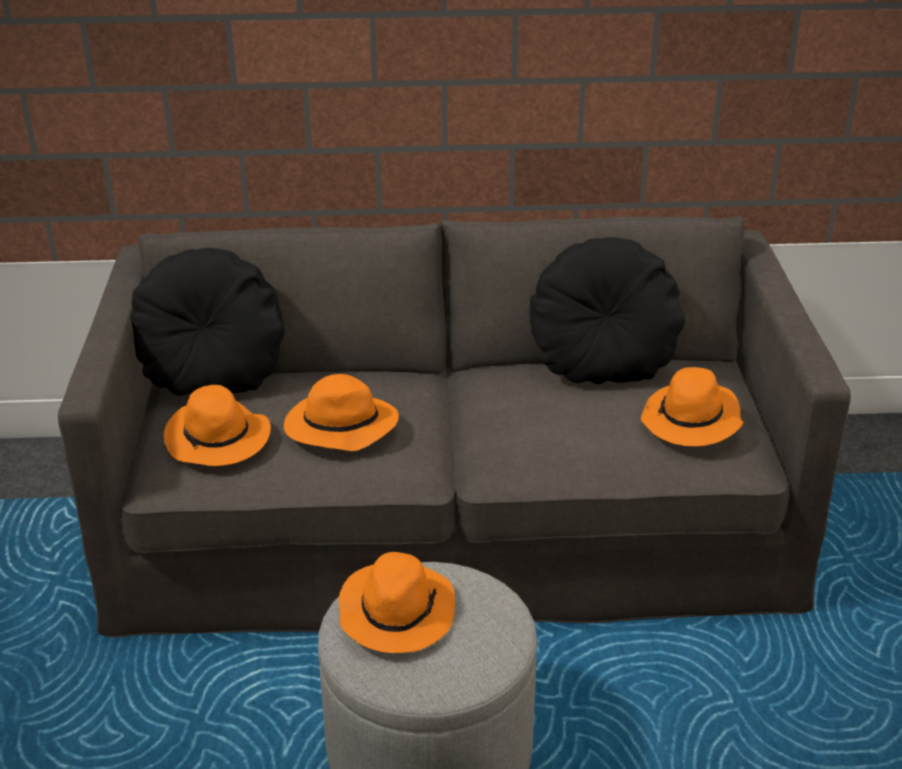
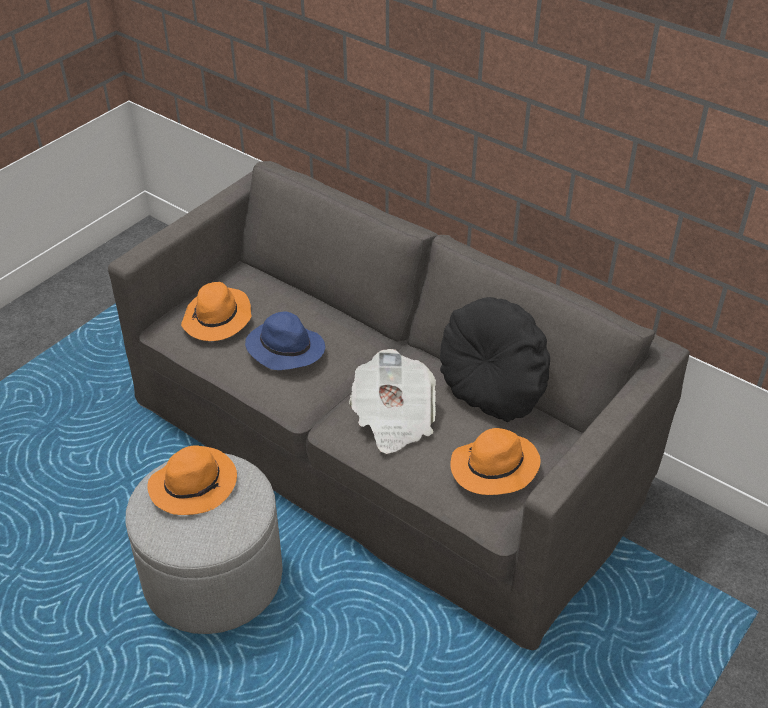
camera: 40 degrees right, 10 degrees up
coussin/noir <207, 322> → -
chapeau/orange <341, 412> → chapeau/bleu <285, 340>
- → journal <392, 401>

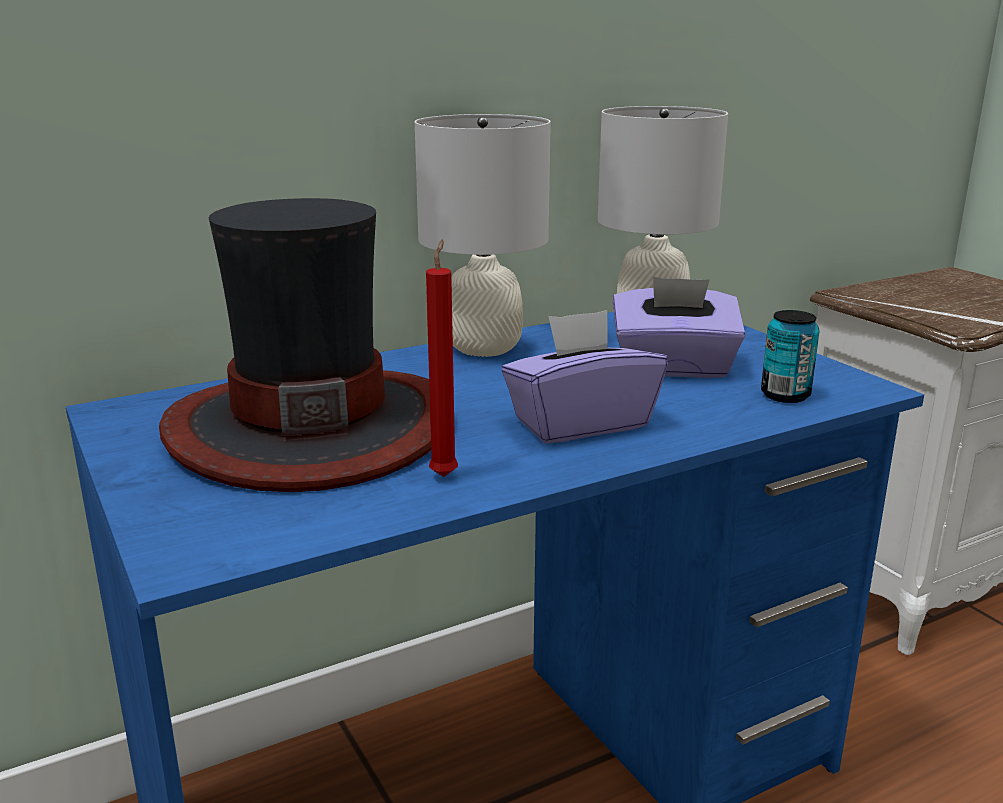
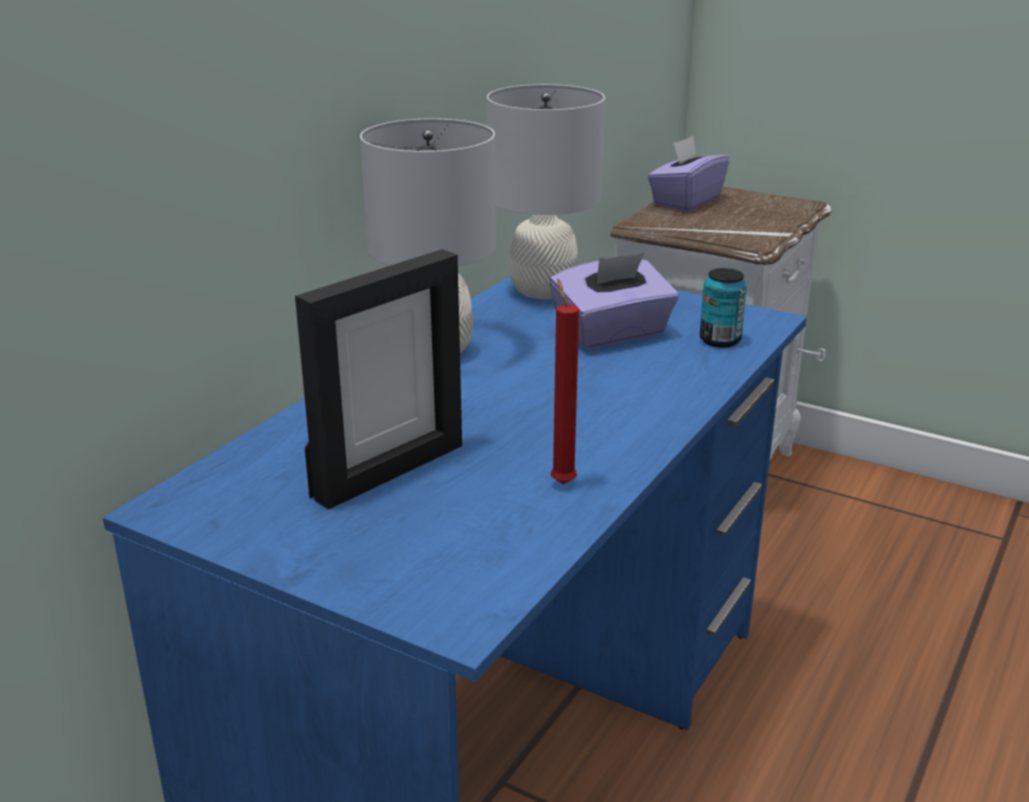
camera: 30 degrees left, 5 degrees up
chapeau <295, 345> → cadre photo <378, 379>
boîte à mouchoirs/violet <585, 376> → boîte à mouchoirs/violet <688, 174>, move

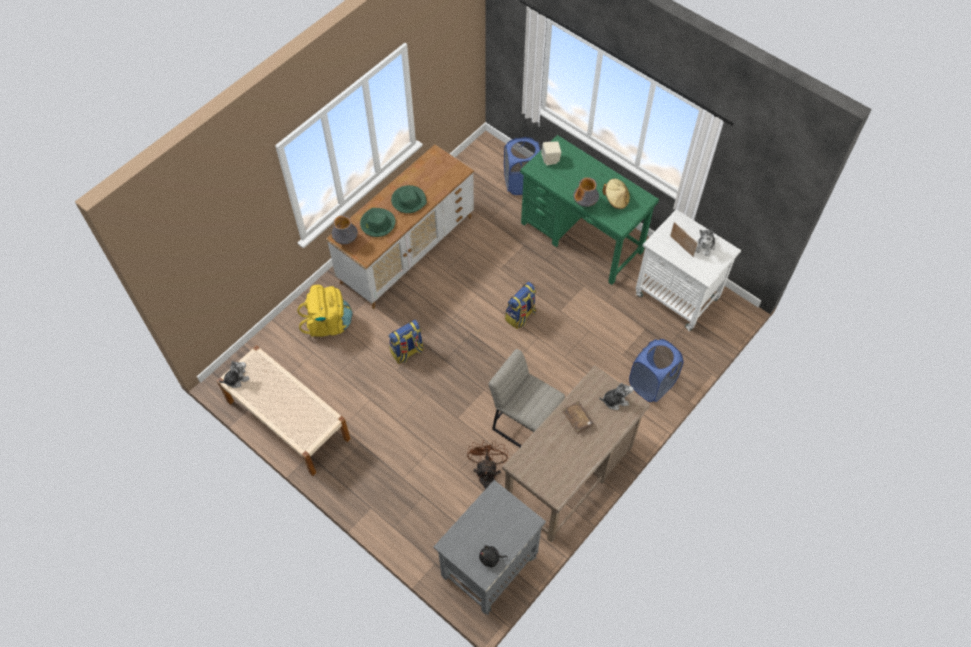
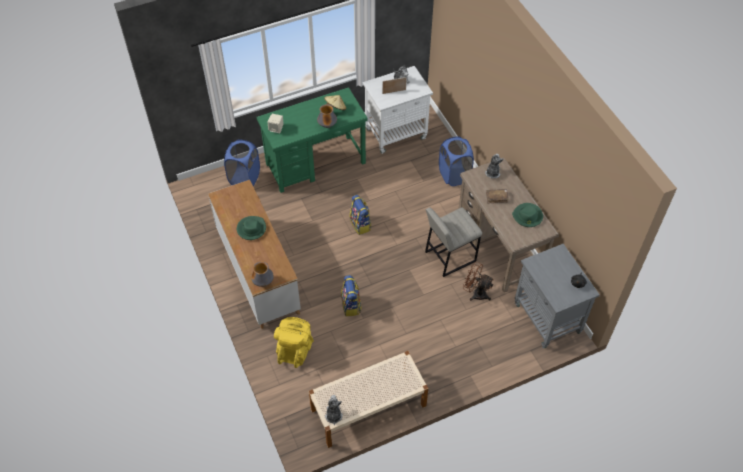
camera: 65 degrees left, 5 degrees down
chapeau/vert <378, 222> → chapeau/vert <527, 215>, move

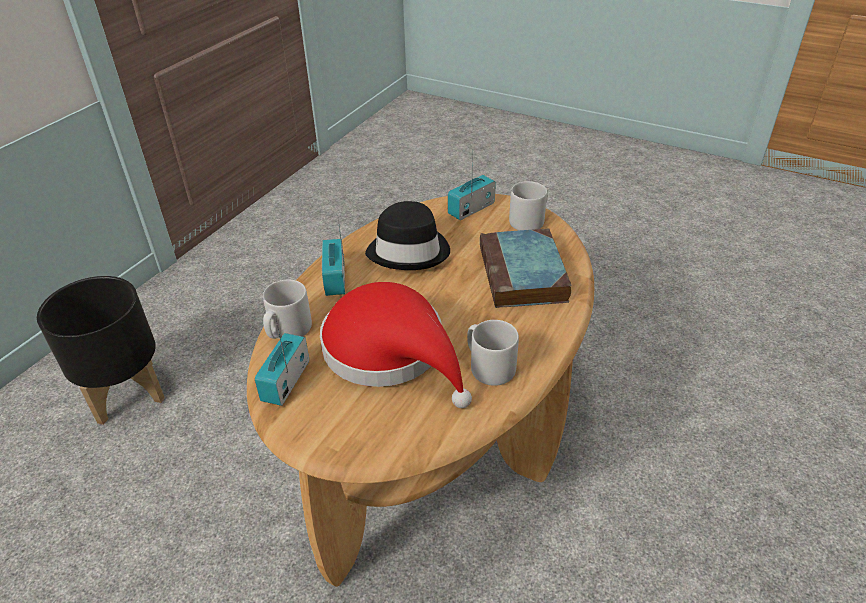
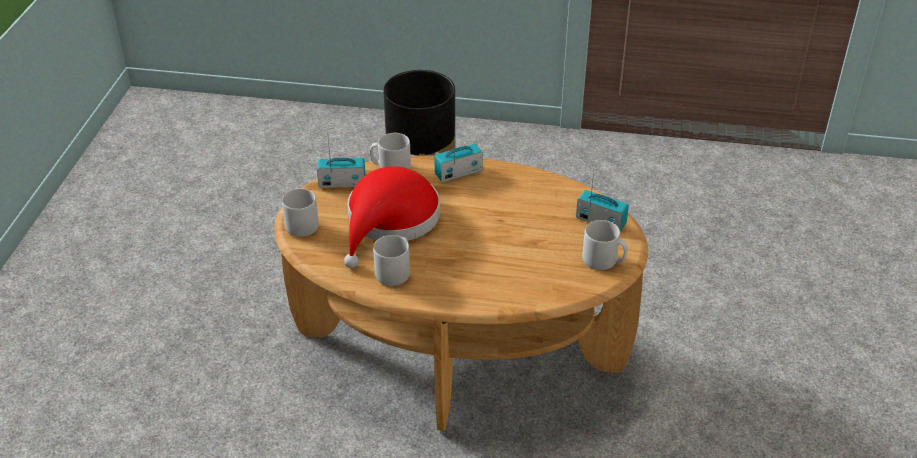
camera: 70 degrees right, 0 degrees up
chapeau/noir <407, 235> → -
livre <526, 268> → -
- → mug/gris <300, 213>

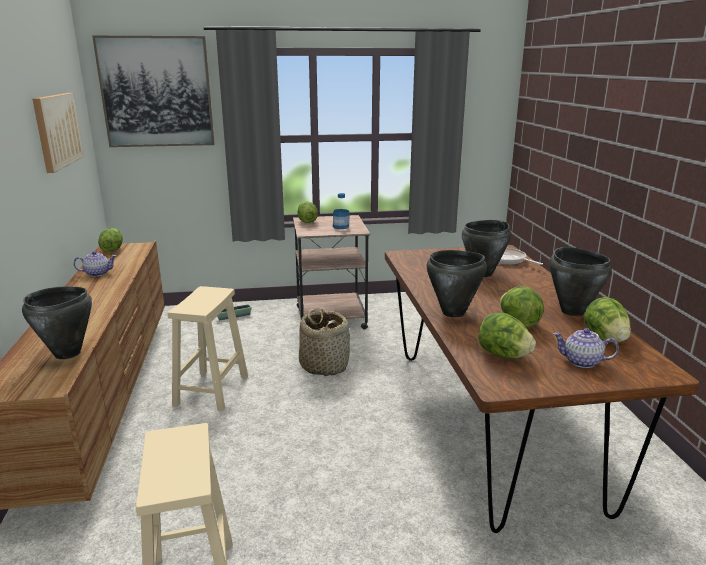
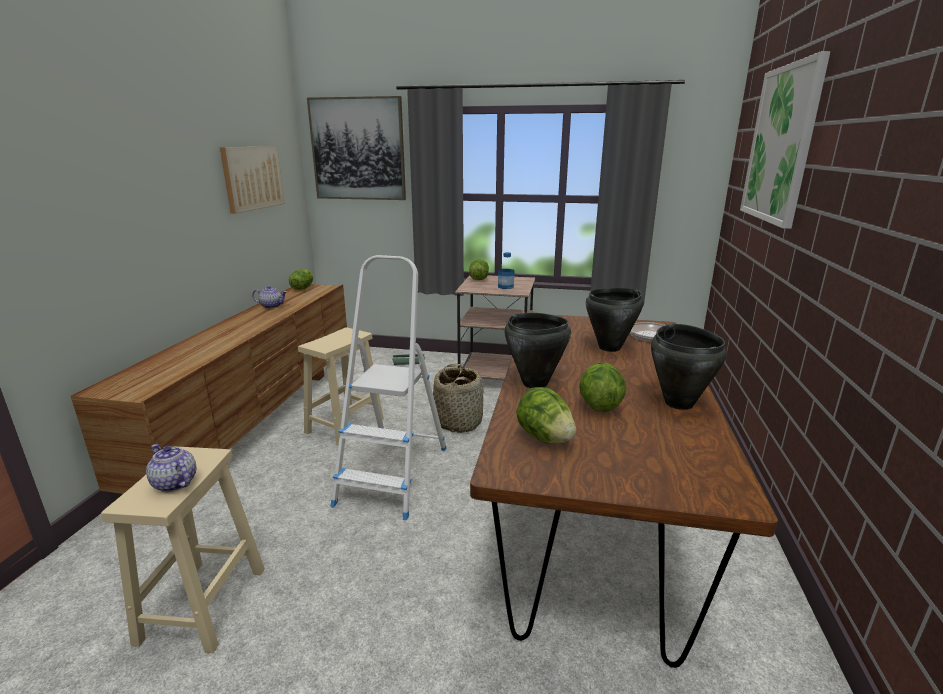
camera: 20 degrees right, 0 degrees up
marmite/noir <57, 322> → -
théière <586, 348> → théière <171, 468>, move
laitue <607, 320> → -
- → escabeau/blanc <389, 387>
- → tableau <785, 140>

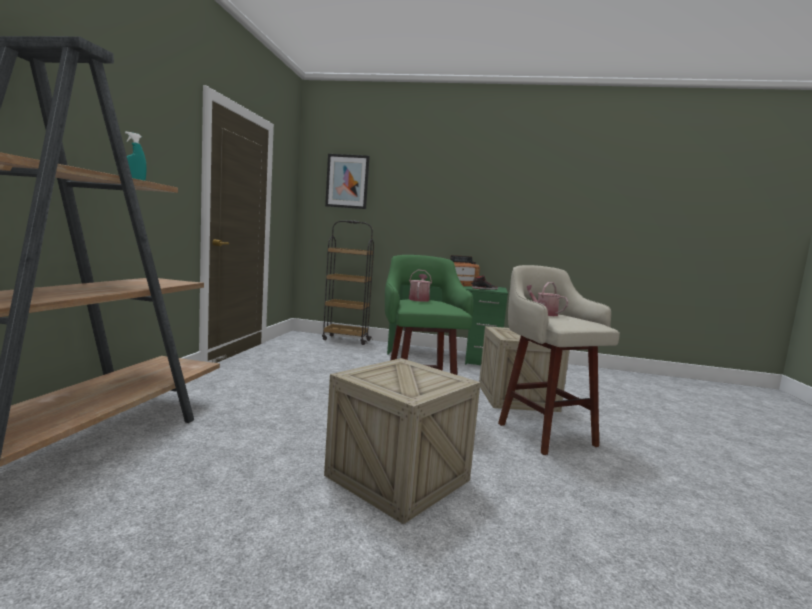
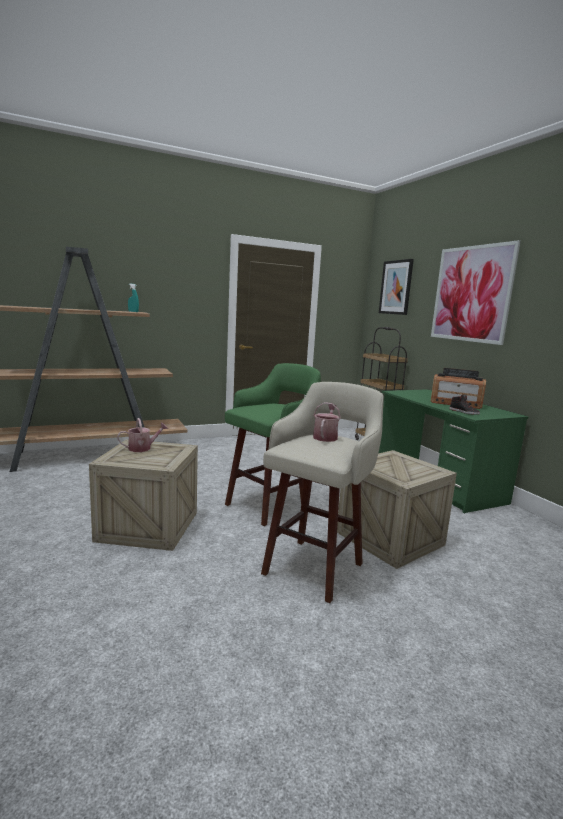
camera: 55 degrees right, 5 degrees up
arrosoir <420, 286> → arrosoir <142, 435>, move
- → tableau <476, 292>

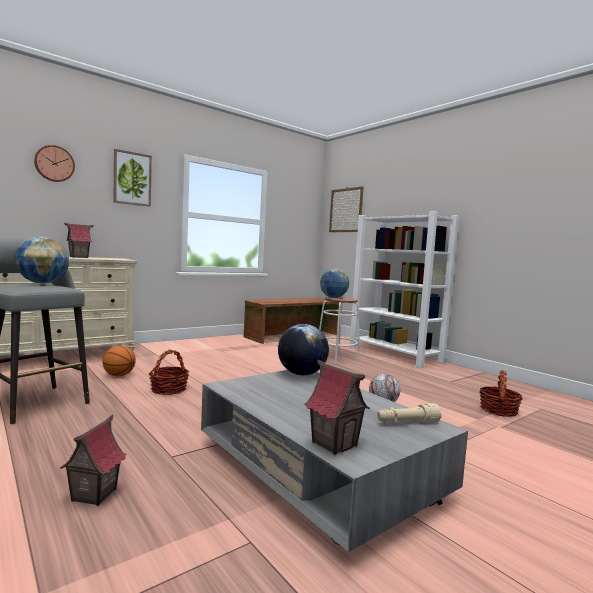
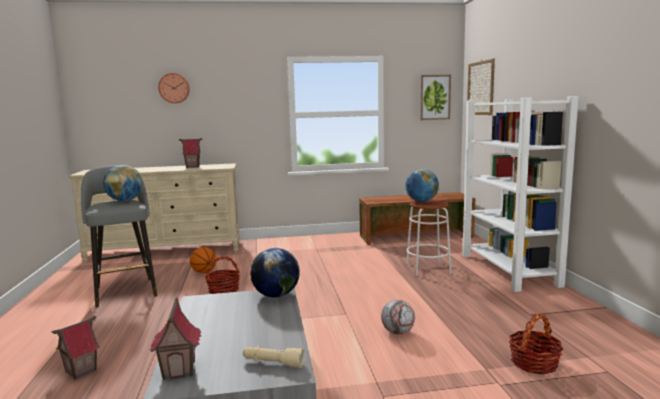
camera: 30 degrees right, 5 degrees up
tableau <132, 178> → tableau <435, 97>, move

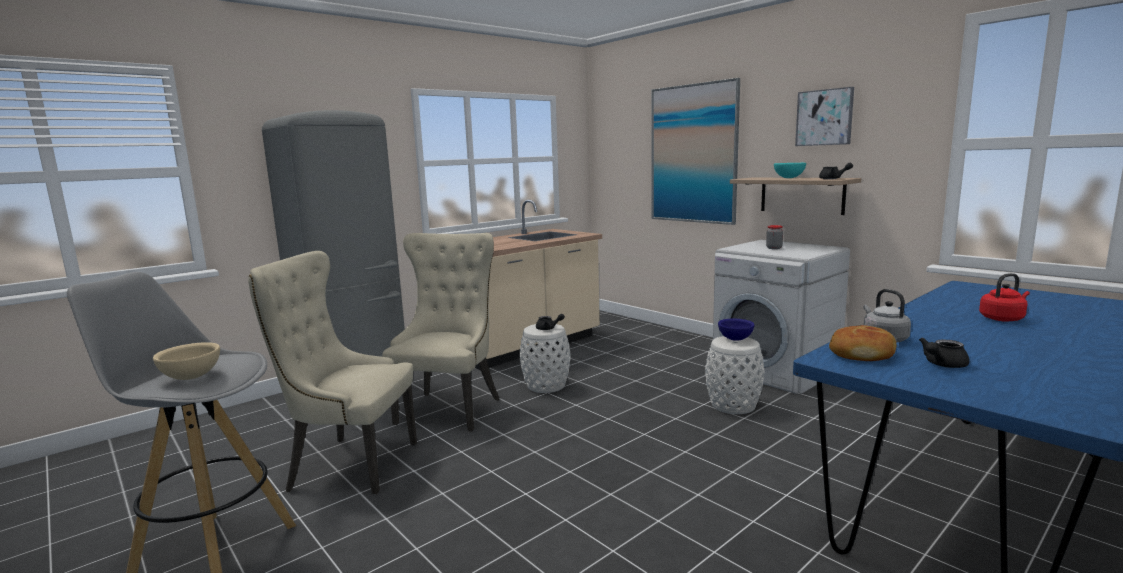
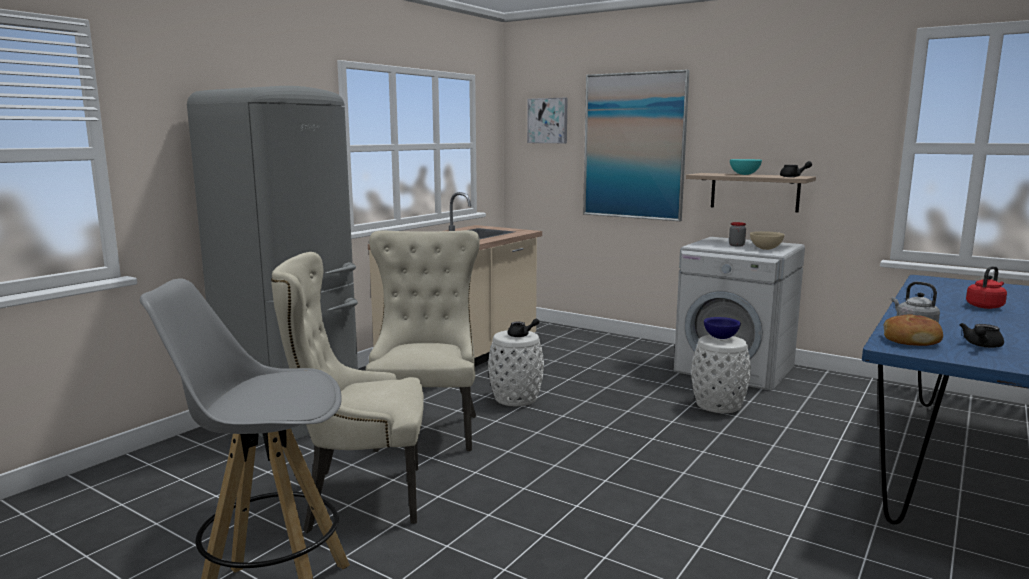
camera: 15 degrees left, 0 degrees up
bol/beige <186, 361> → bol/beige <767, 240>, move
tableau <824, 116> → tableau <547, 120>, move

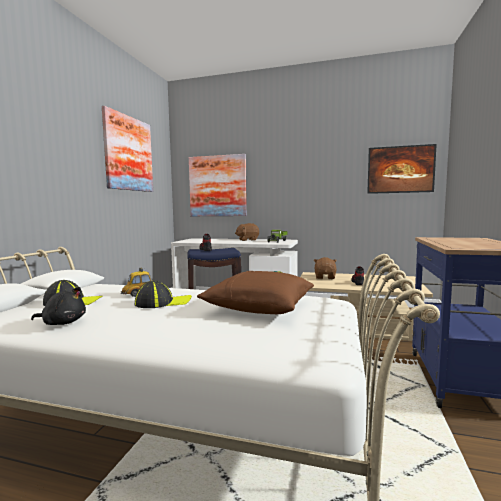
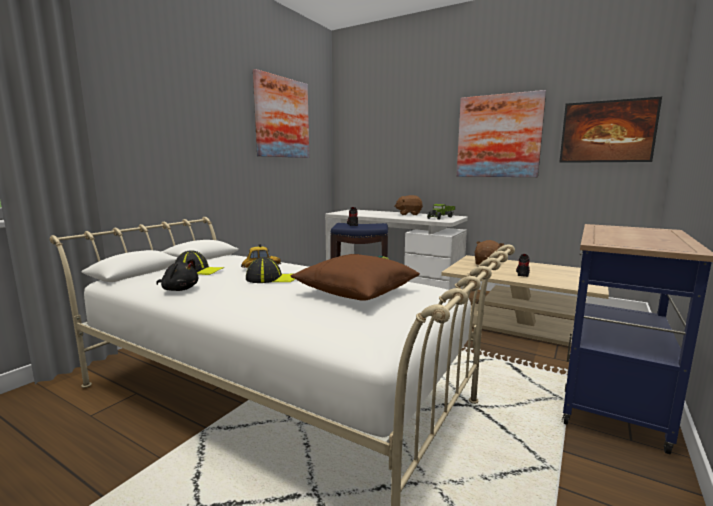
camera: 15 degrees right, 5 degrees up
tableau <218, 185> → tableau <501, 133>, move

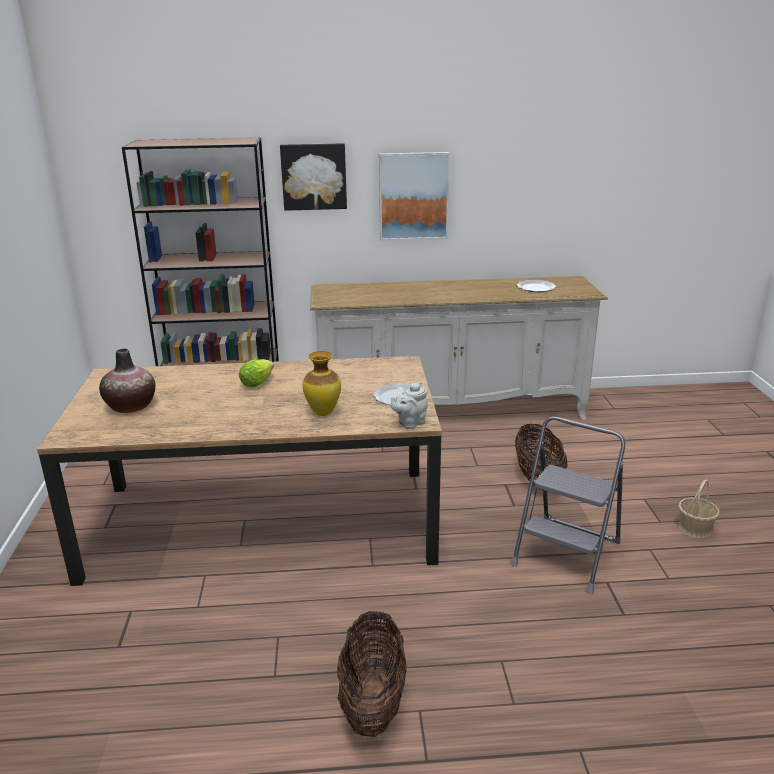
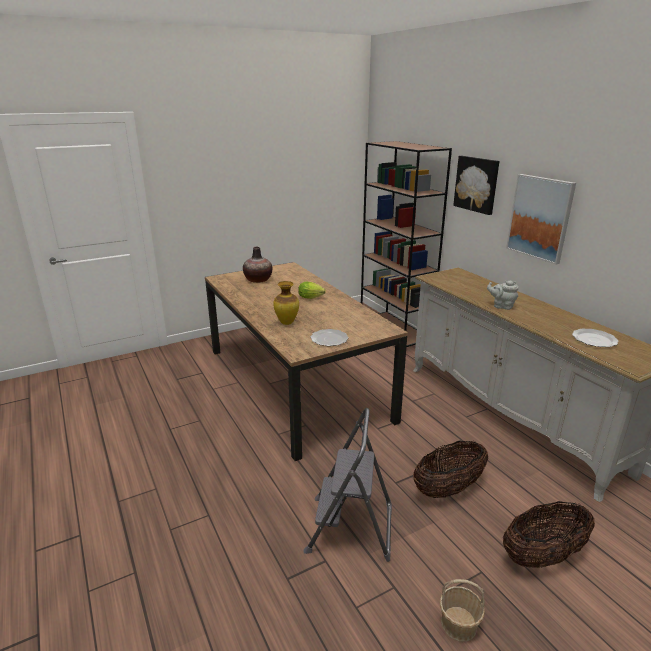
camera: 65 degrees right, 0 degrees up
panier <372, 673> → panier <548, 534>, move
théière/gris <409, 405> → théière/gris <503, 295>, move

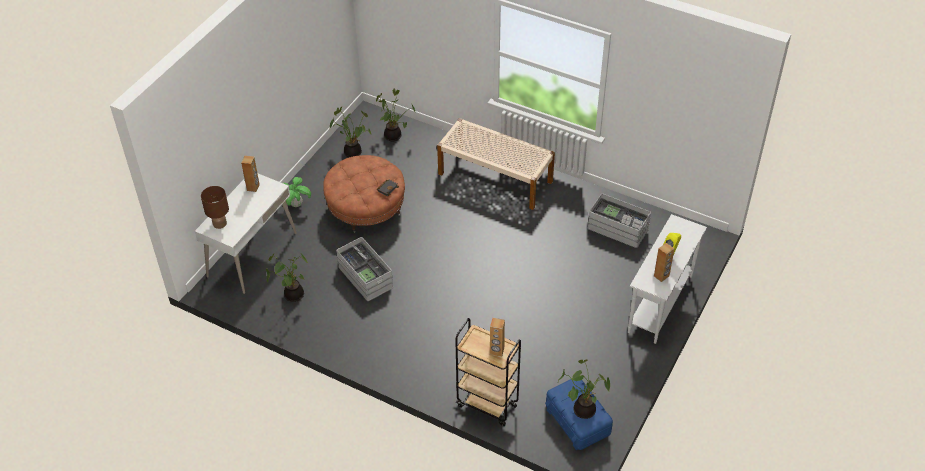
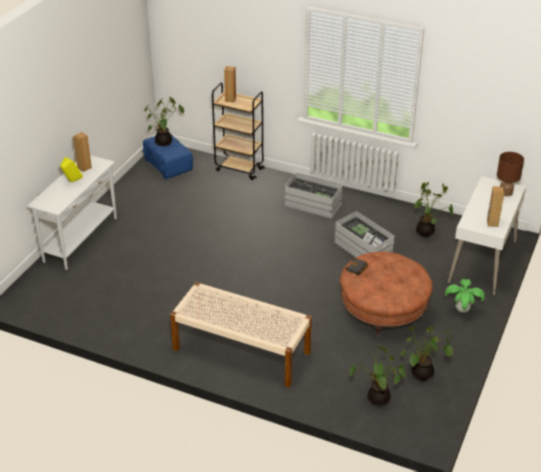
camera: 175 degrees right, 10 degrees down
boîte de rangement/gris <619, 220> → boîte de rangement/gris <313, 195>, move

